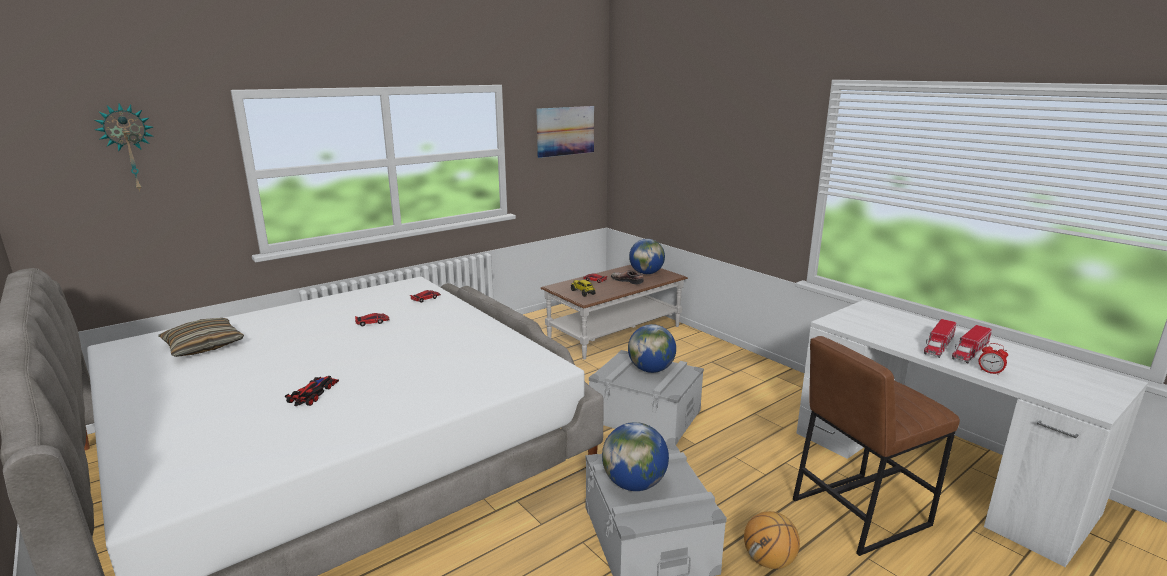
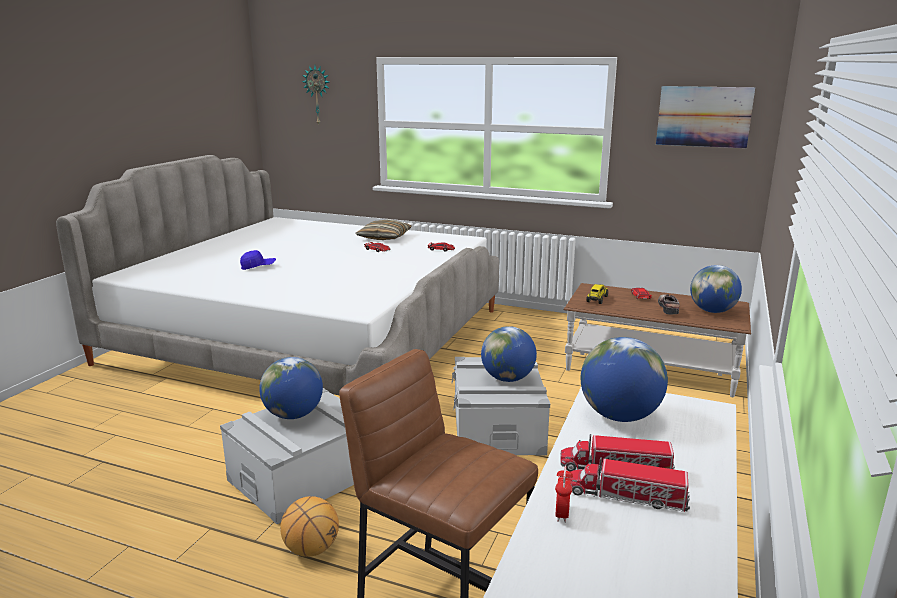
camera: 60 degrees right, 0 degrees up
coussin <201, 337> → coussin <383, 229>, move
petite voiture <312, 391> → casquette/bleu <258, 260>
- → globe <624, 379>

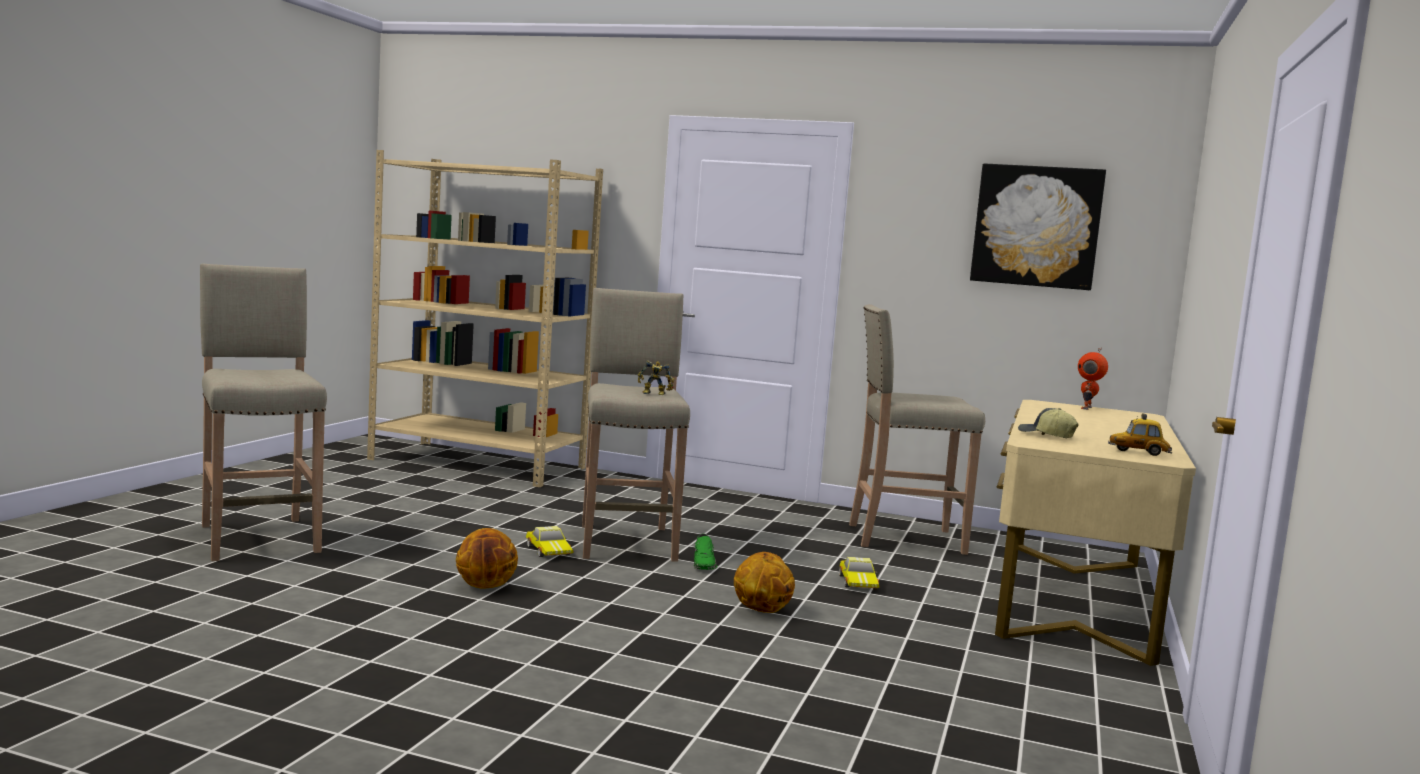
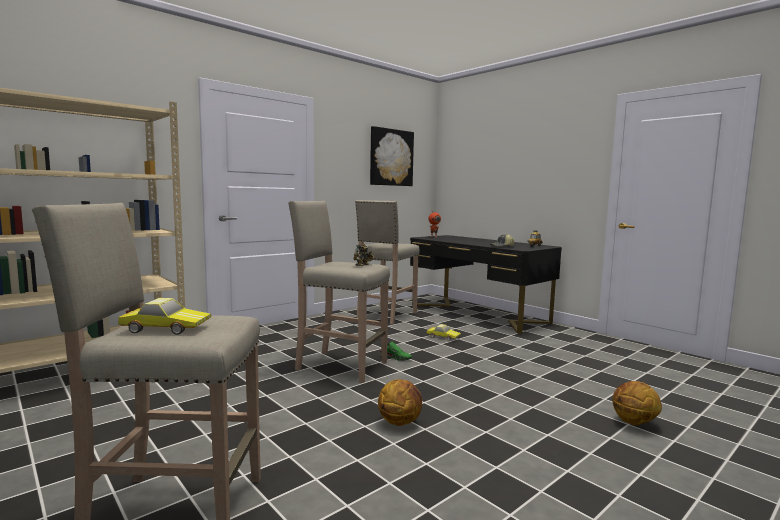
camera: 60 degrees left, 0 degrees up
petite voiture <550, 541> → petite voiture <164, 316>, move
ballon de basket <764, 582> → ballon de basket <637, 403>, move
bureau/beige <1095, 533> → bureau/noir <486, 284>

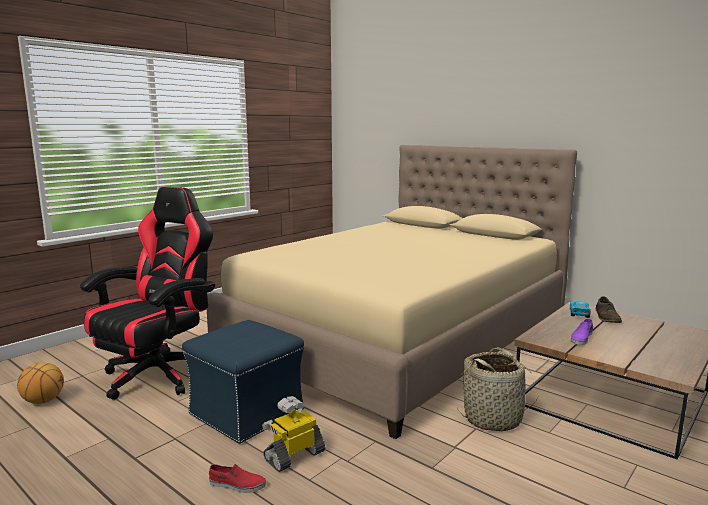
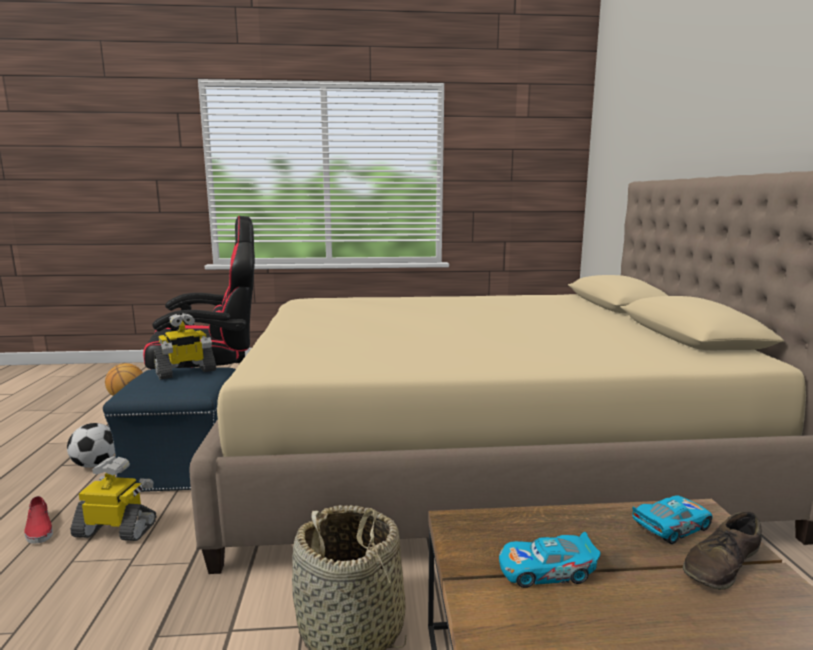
camera: 45 degrees right, 0 degrees up
chaussure/violet <582, 332> → petite voiture <550, 560>
- → ballon de foot <91, 445>
- → robot jouet <185, 346>

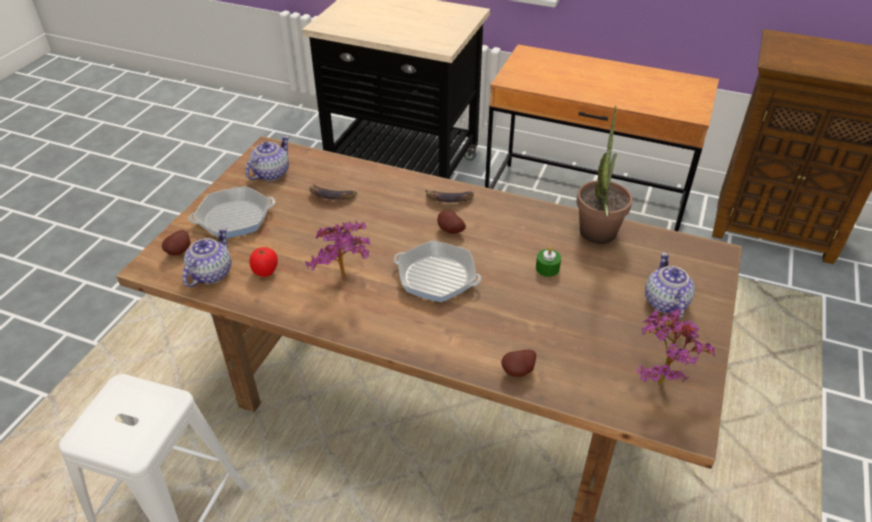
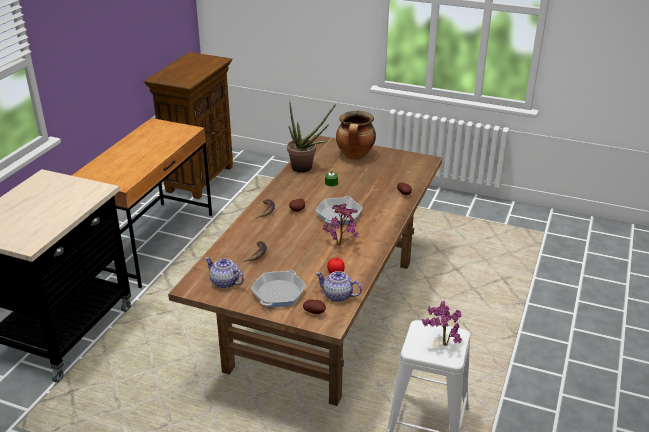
camera: 90 degrees left, 10 degrees down
poêle <232, 212> → poêle <278, 288>, 45 degrees clockwise
plante en pot <676, 347> → plante en pot <442, 323>, move
théière <670, 285> → marmite <356, 135>

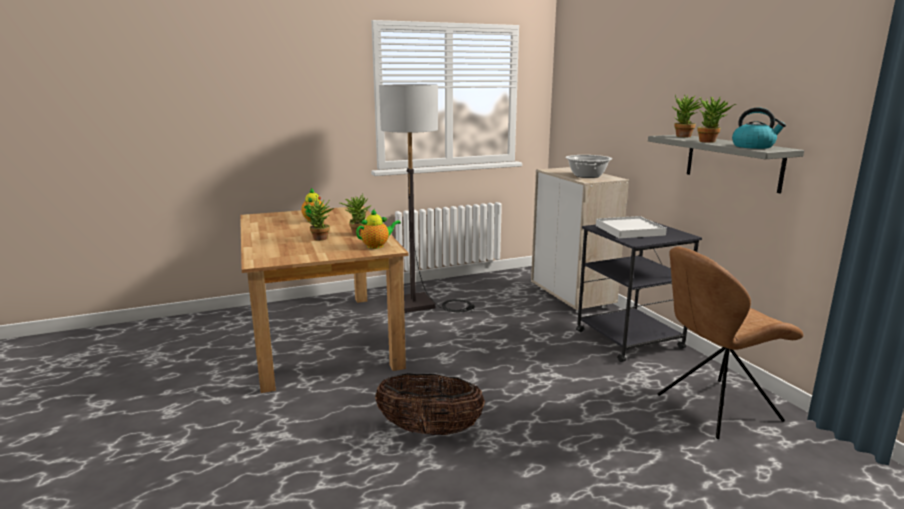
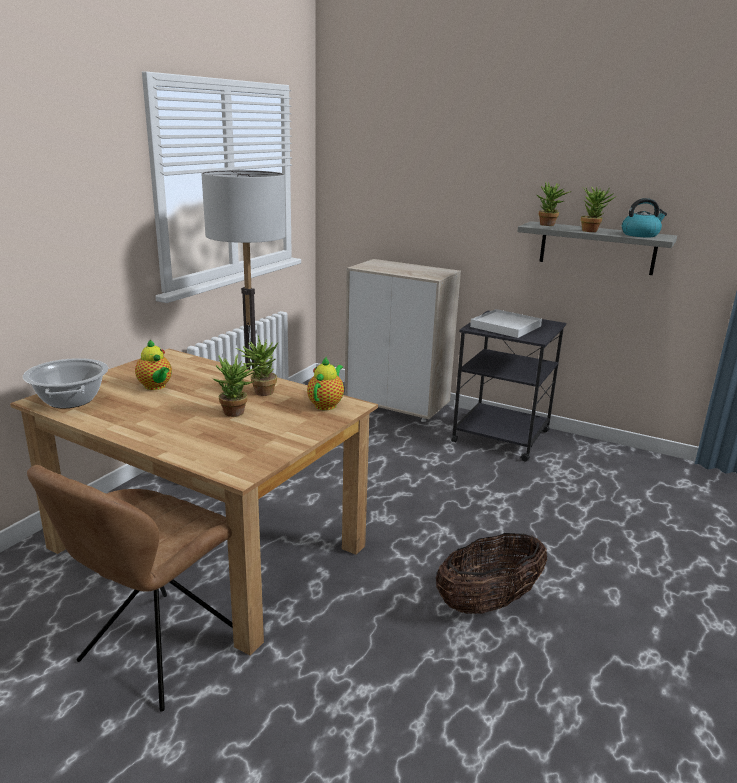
camera: 40 degrees left, 5 degrees up
marmite <588, 166> → marmite <65, 383>, move
chaise/marron <730, 342> → chaise/marron <130, 588>, move

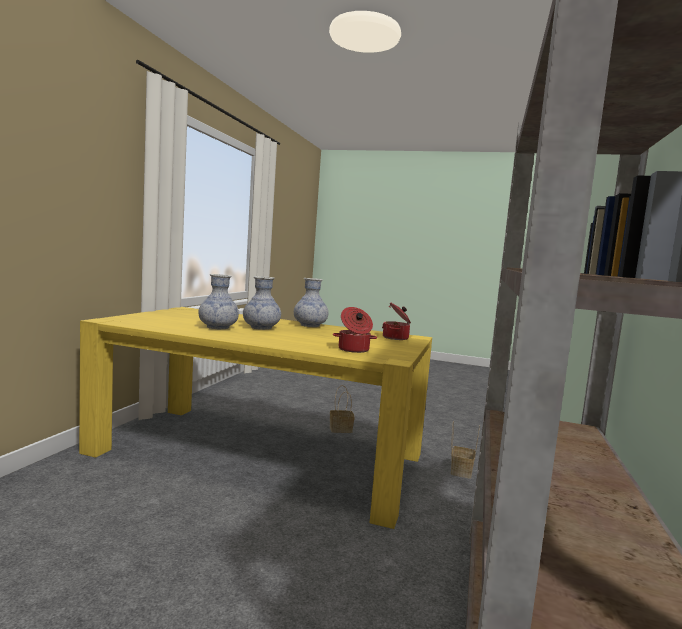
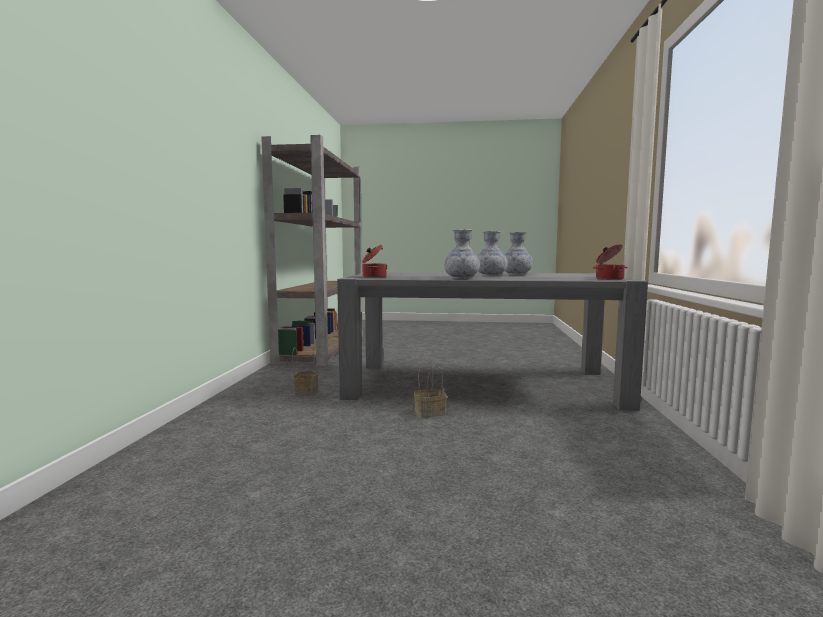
camera: 170 degrees right, 0 degrees up
table à manger/jaune <255, 418> → table à manger/gris <492, 341>
marmite <355, 330> → marmite <610, 262>, move

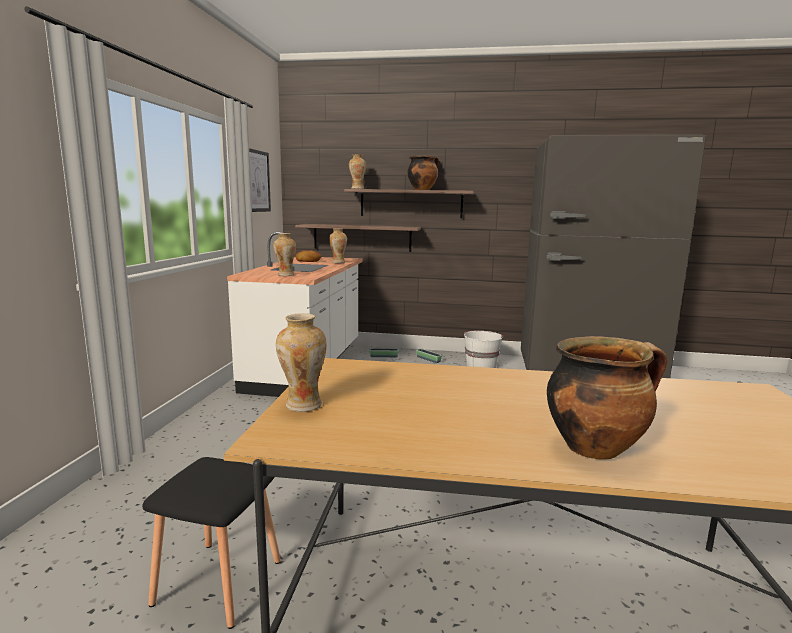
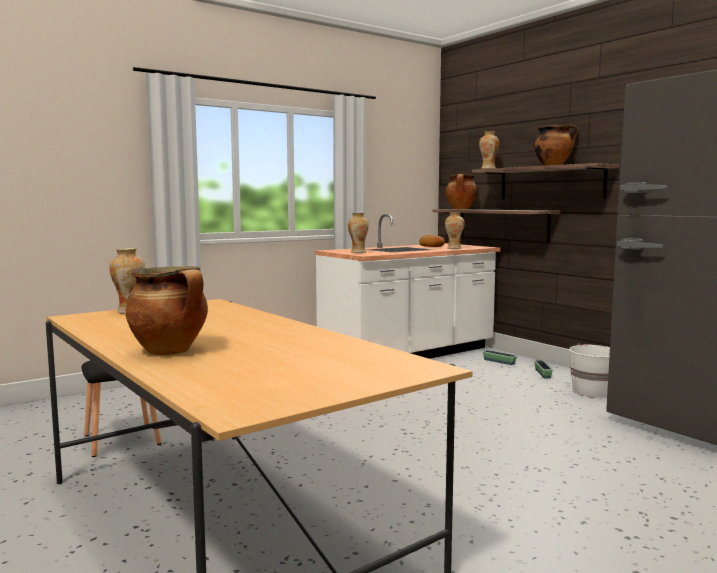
camera: 45 degrees right, 5 degrees down
tableau <260, 180> → -
- → marmite <461, 191>

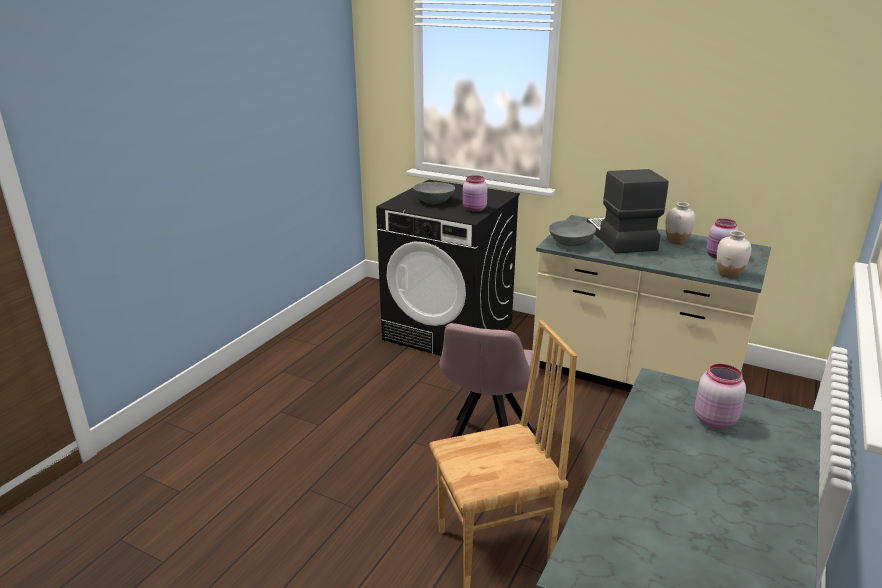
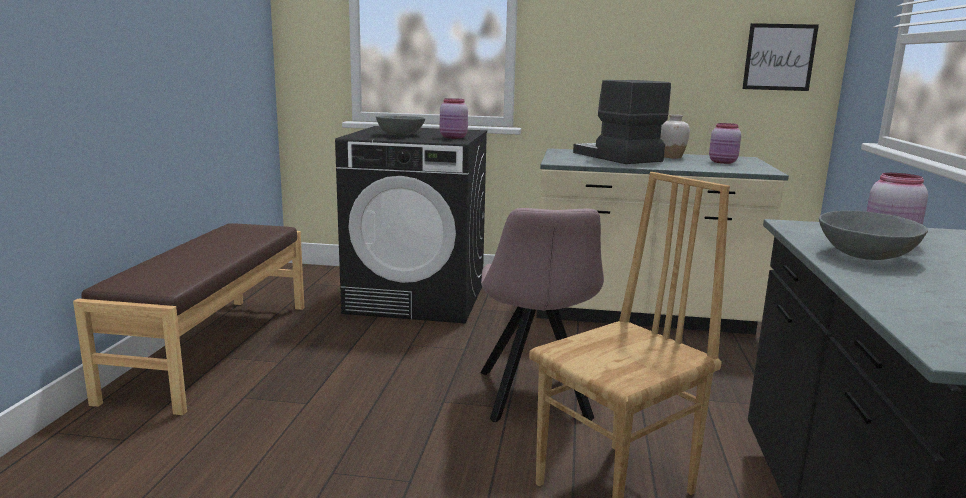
camera: 20 degrees left, 10 degrees down
bol/gris <572, 233> → bol/gris <873, 235>, move
vase/blanc <734, 255> → -
- → banc/marron <188, 319>
- → tableau <780, 57>

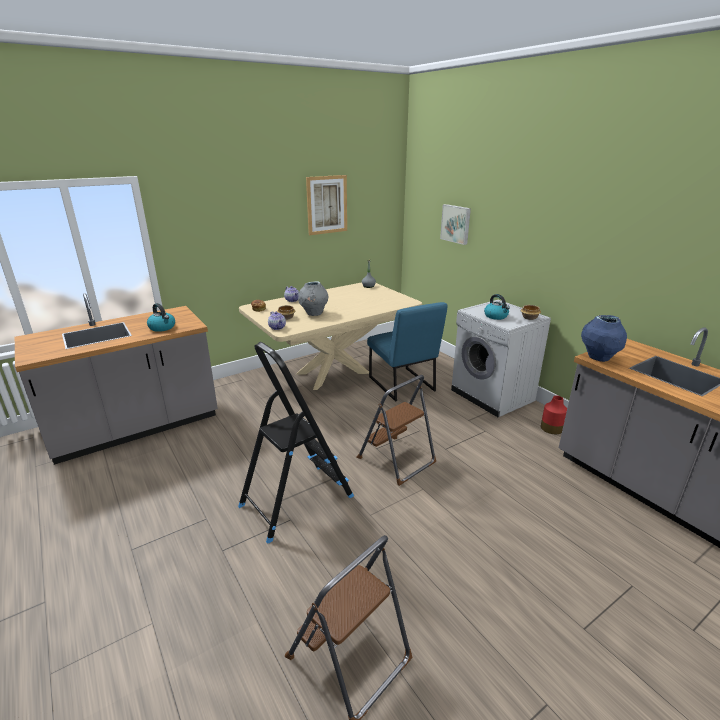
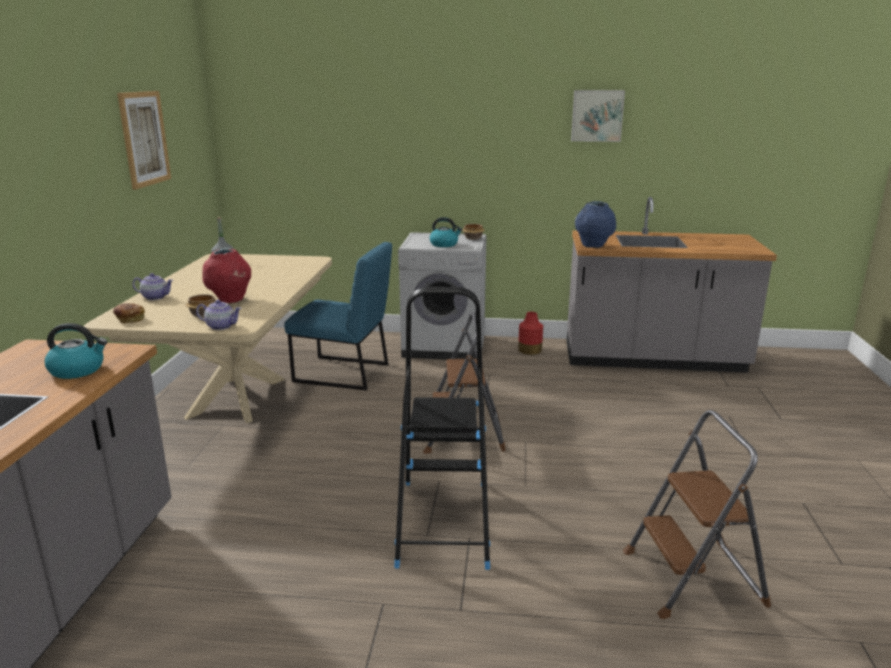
camera: 50 degrees left, 5 degrees down
vase/gris <313, 298> → vase/rouge <226, 275>
tableau <455, 224> → tableau <598, 116>, move

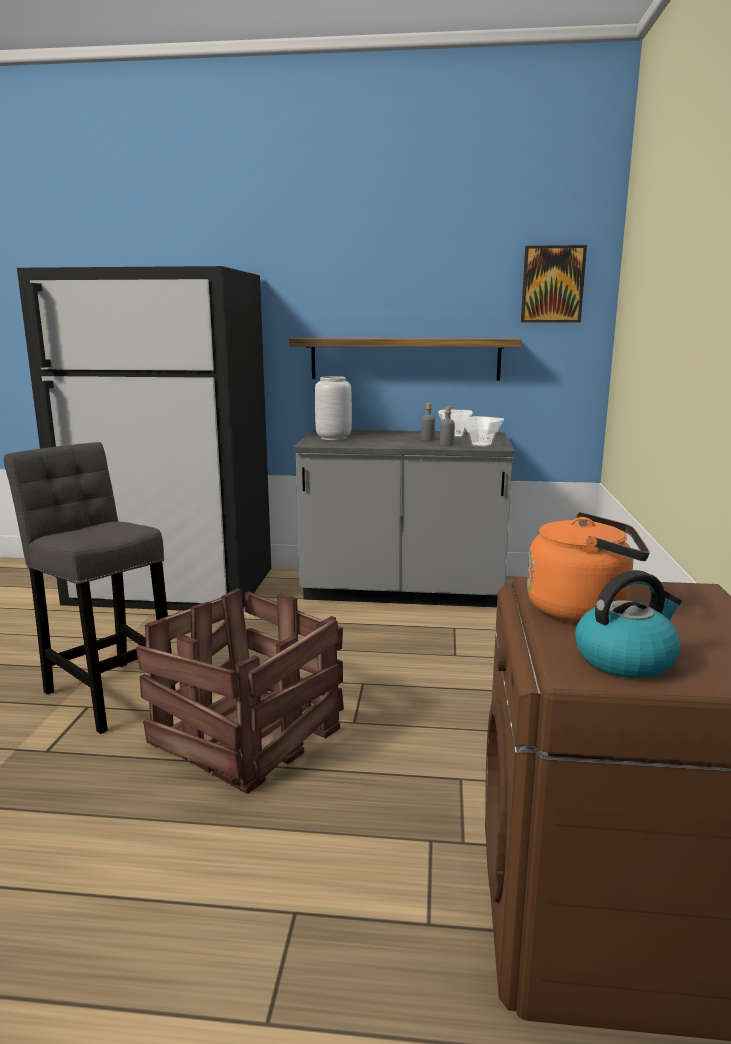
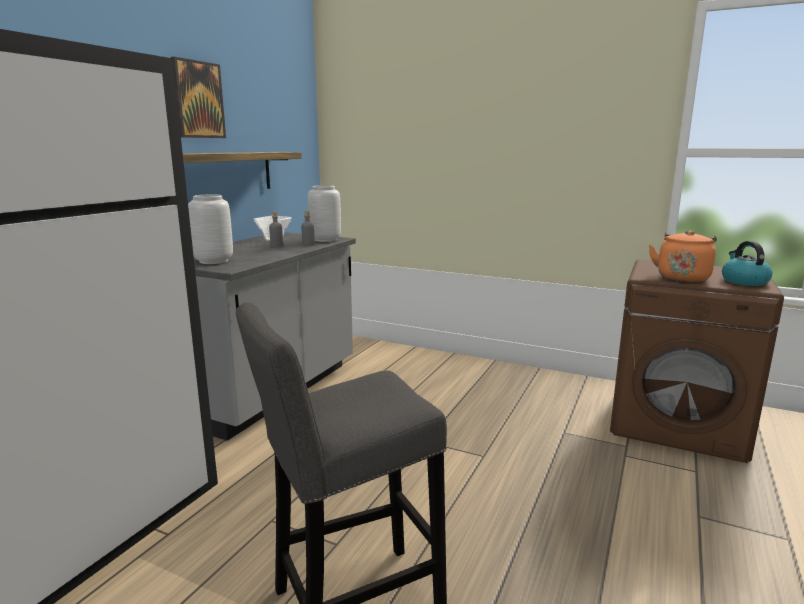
camera: 70 degrees left, 0 degrees up
caisse <240, 691> → -
bol <482, 431> → vase/gris <324, 213>
tableau <554, 283> → tableau <198, 97>, move

